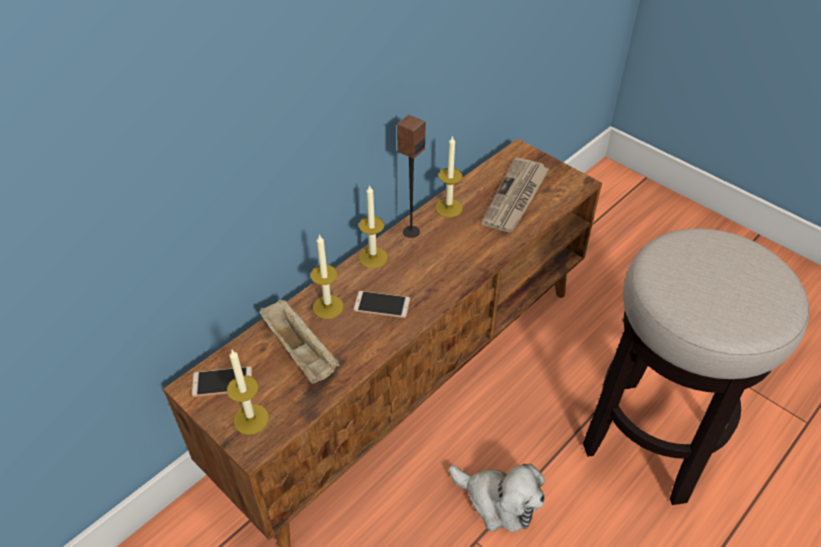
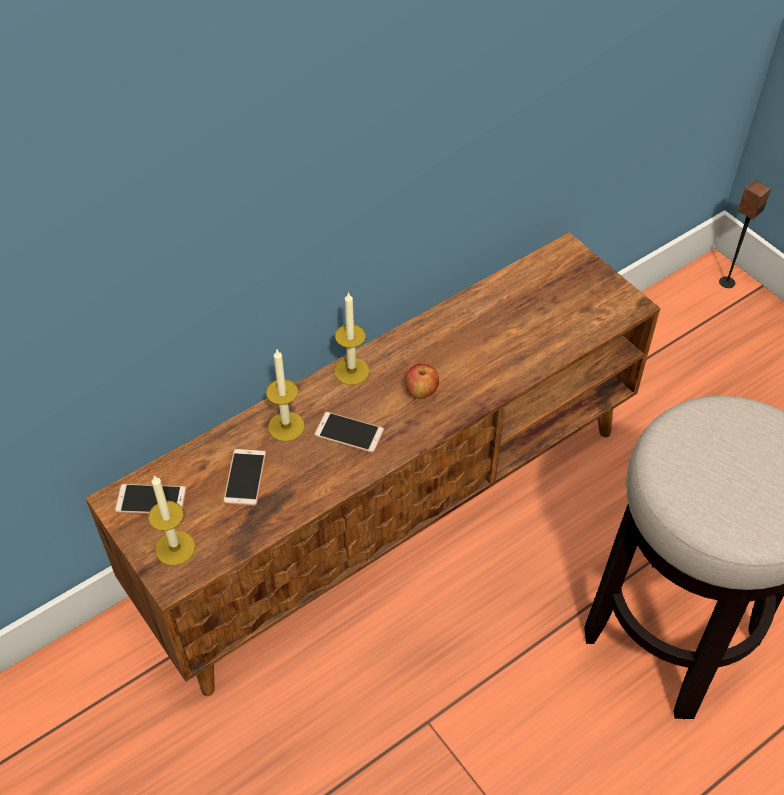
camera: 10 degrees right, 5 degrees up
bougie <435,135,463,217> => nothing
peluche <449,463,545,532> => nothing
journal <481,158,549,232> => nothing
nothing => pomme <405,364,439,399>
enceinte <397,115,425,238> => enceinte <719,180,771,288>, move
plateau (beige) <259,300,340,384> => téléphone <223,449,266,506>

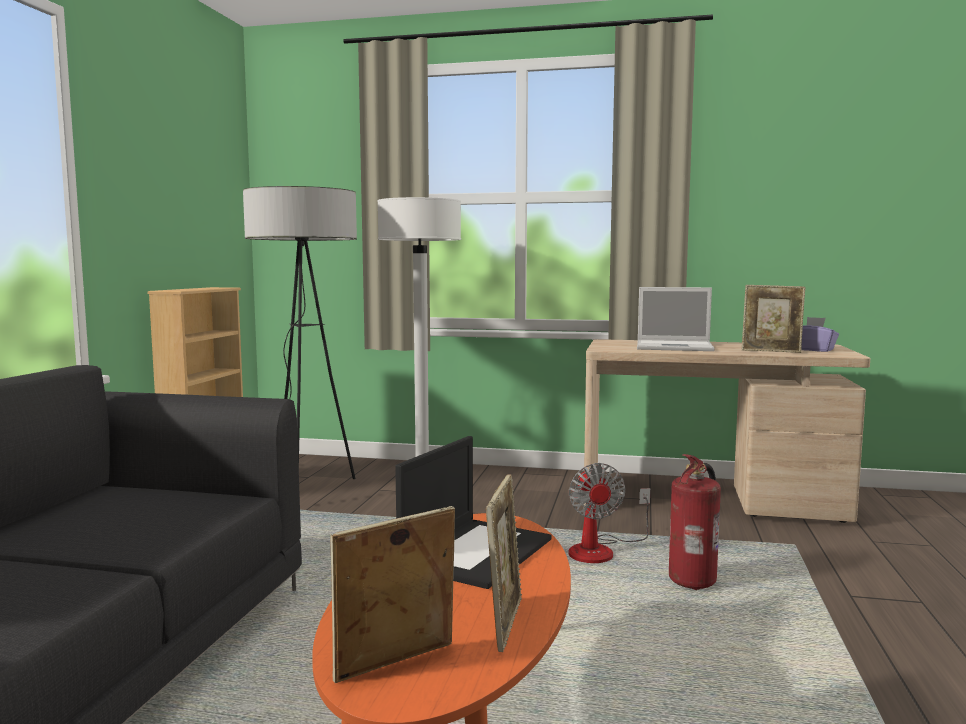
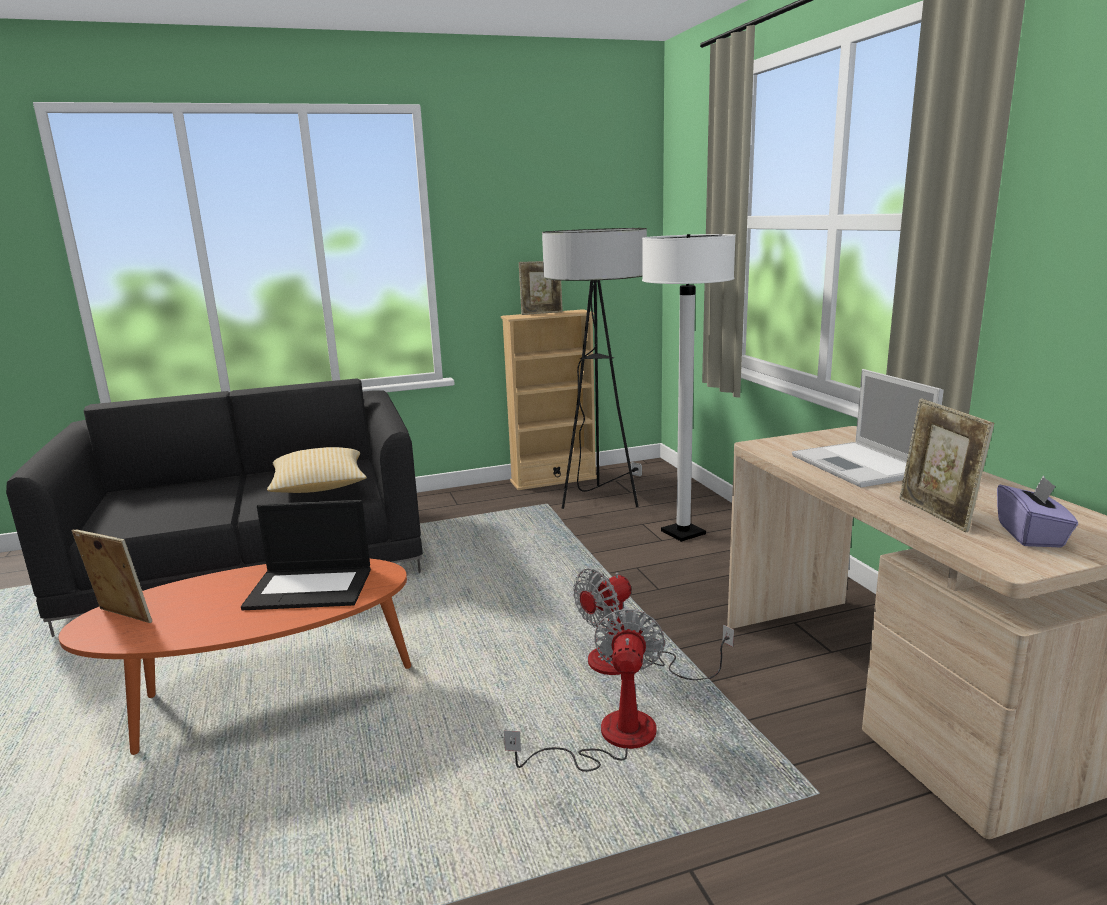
camera: 60 degrees right, 10 degrees up
nothing => coussin <267,447,366,493>
cadre photo <486,474,522,652> => cadre photo <519,261,563,315>, move
extincteur <669,454,721,590> => ventilateur <504,608,665,772>

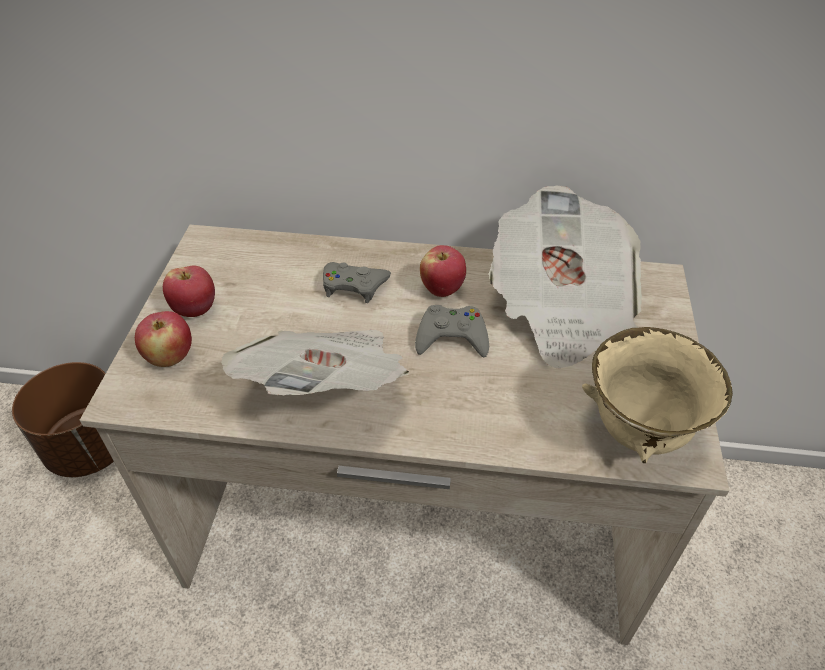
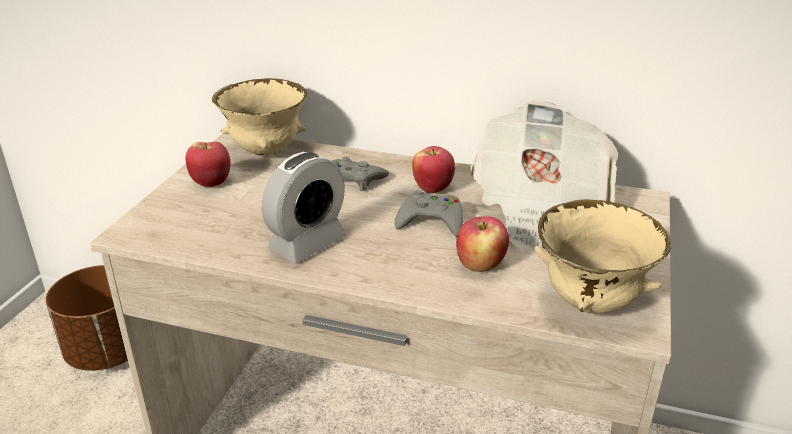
camera: 10 degrees right, 15 degrees down
nothing => bol (beige) <212,78,307,155>
pomme <135,311,192,367> => pomme <456,216,509,272>, move
journal <221,329,409,395> => réveil <262,152,346,263>

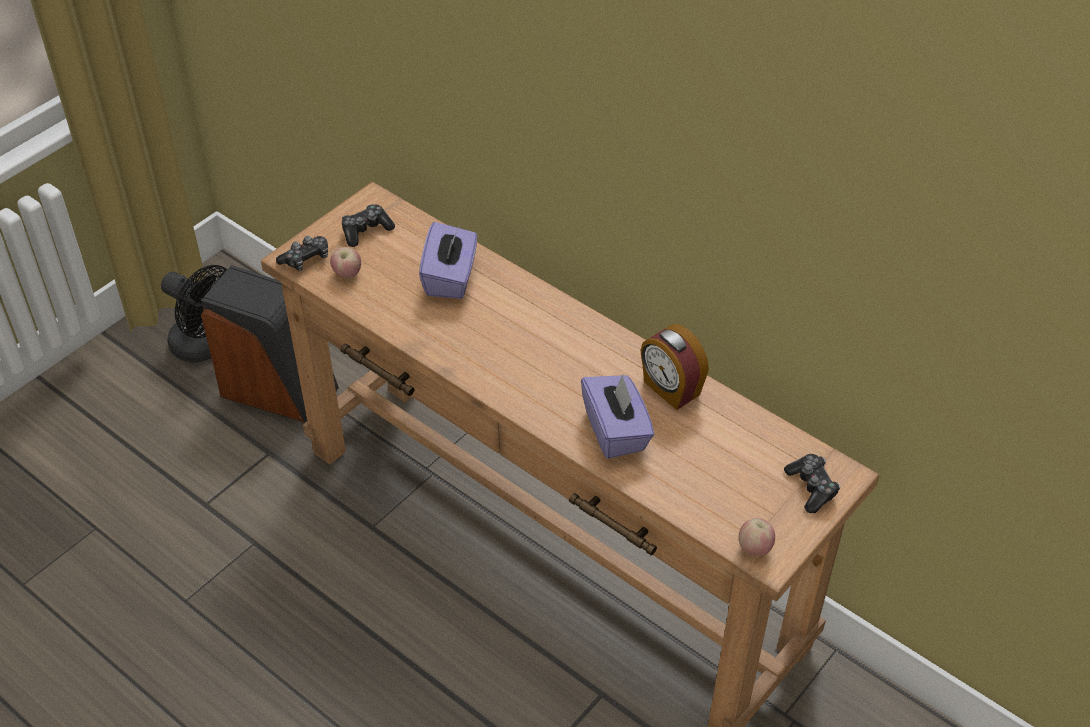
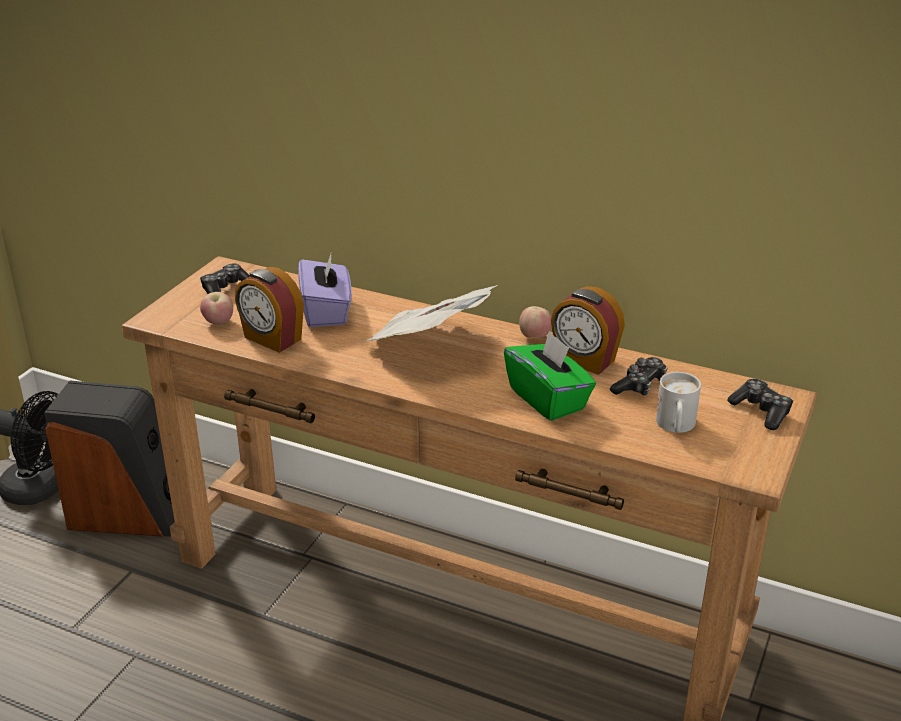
camera: 15 degrees left, 15 degrees down
nothing => réveil <235,267,304,353>
nothing => journal <364,285,498,342>
nothing => mug (blanc) <656,372,701,433>
manette <276,236,328,271> => manette <610,357,667,396>, move
pomme <738,518,775,556> => pomme <519,306,551,338>, move
boîte à mouchoirs (violet) <581,374,654,459> => boîte à mouchoirs (vert) <504,331,596,421>

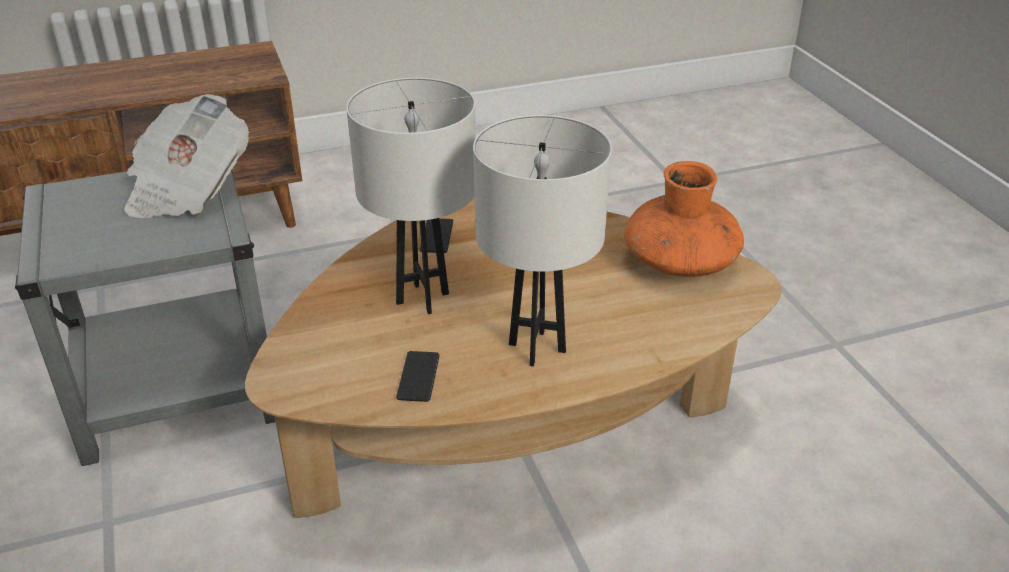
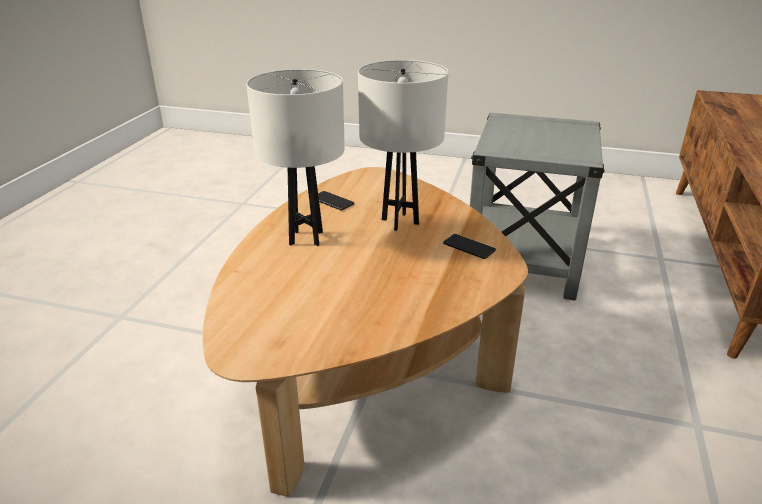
camera: 125 degrees right, 5 degrees down
journal <124,94,249,218> => nothing
vase (orange) <624,161,744,277> => nothing

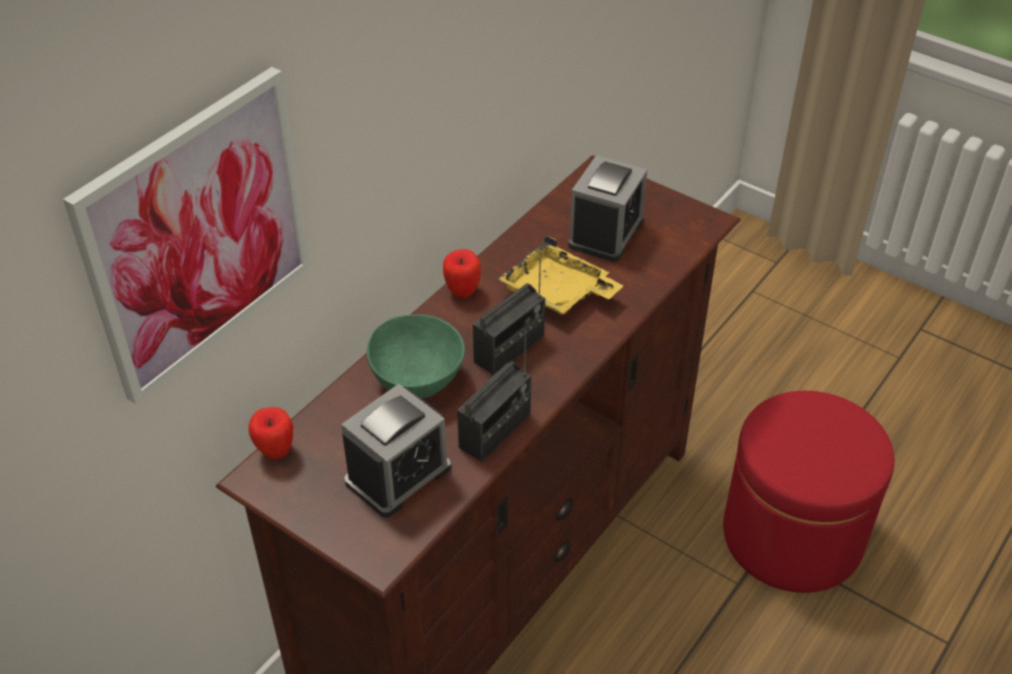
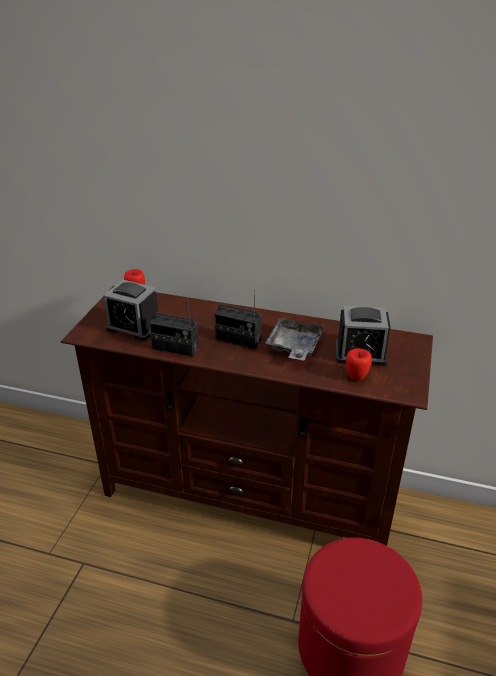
camera: 70 degrees right, 10 degrees down
tableau <63,67,311,404> => nothing
bol (vert) <367,314,465,399> => nothing
pomme <443,249,481,298> => pomme <346,348,372,381>, move
plateau (jaune) <499,235,623,315> => plateau (gris) <265,318,324,360>

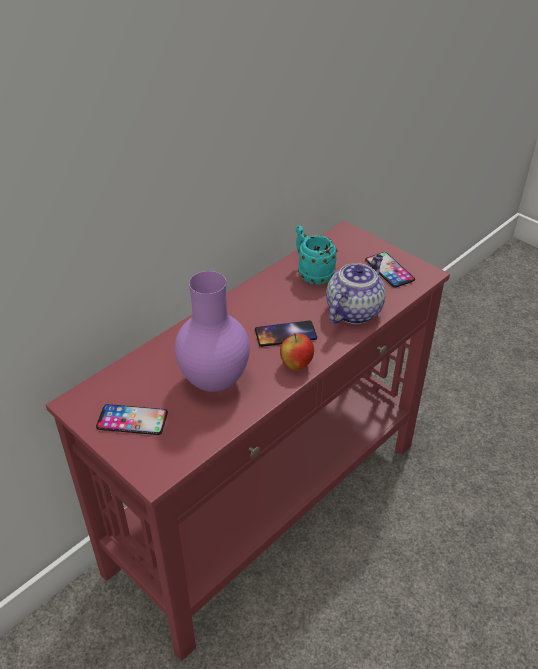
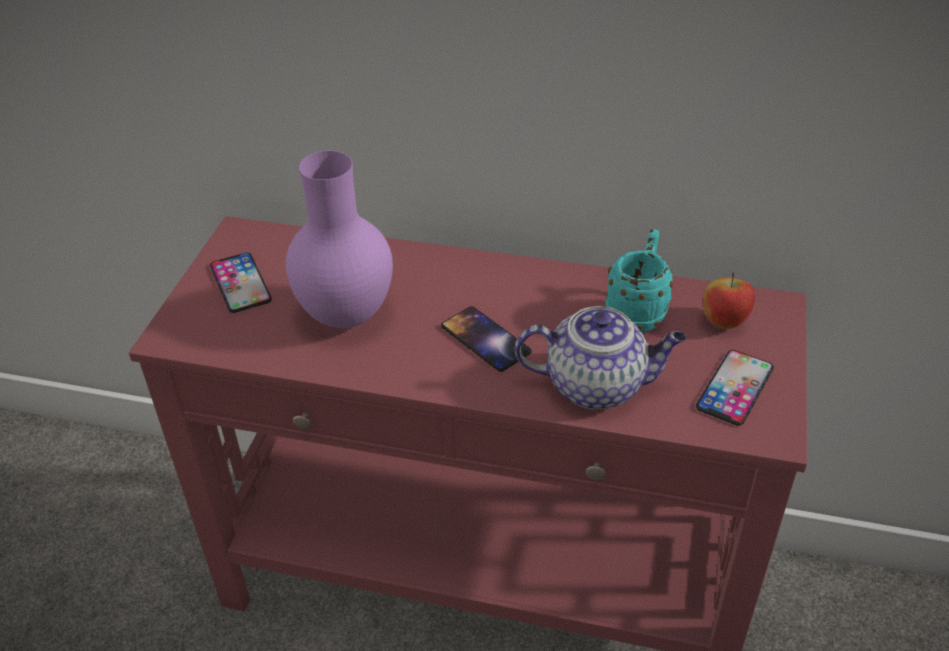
camera: 60 degrees right, 0 degrees up
pomme <280,333,314,370> => pomme <703,272,755,329>, move

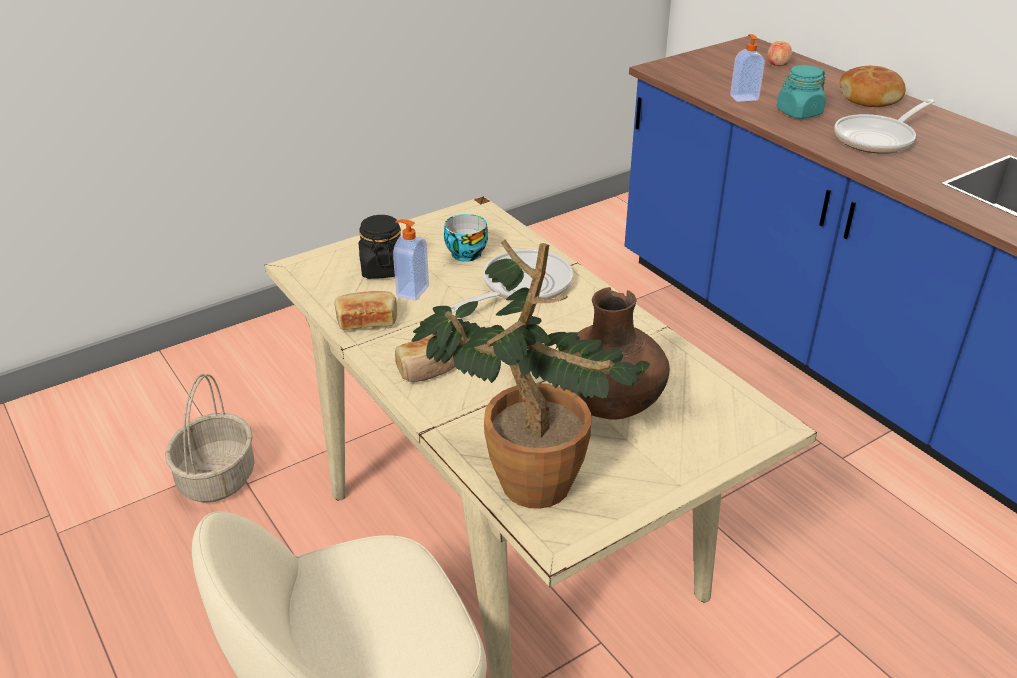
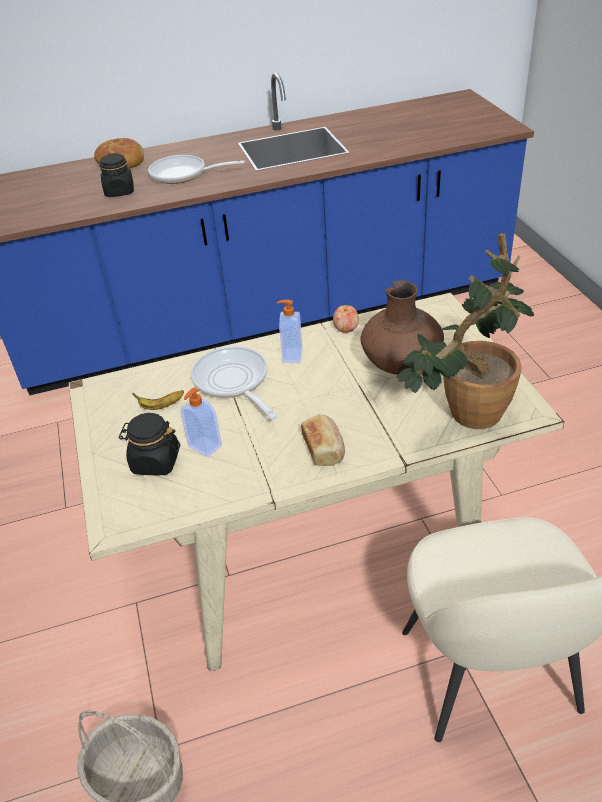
camera: 70 degrees left, 5 degrees up
pain <334,291,397,330> => nothing
distributeur de savon <730,34,765,102> => distributeur de savon <277,300,303,363>, move
pomme <767,41,792,66> => pomme <333,305,359,333>, move
tasse <444,214,488,262> => banane <132,390,184,410>
bocal (turquoise) <777,65,826,119> => bocal (noir) <100,153,134,197>
poêle <834,99,935,154> => poêle <148,155,245,184>, 120 degrees clockwise

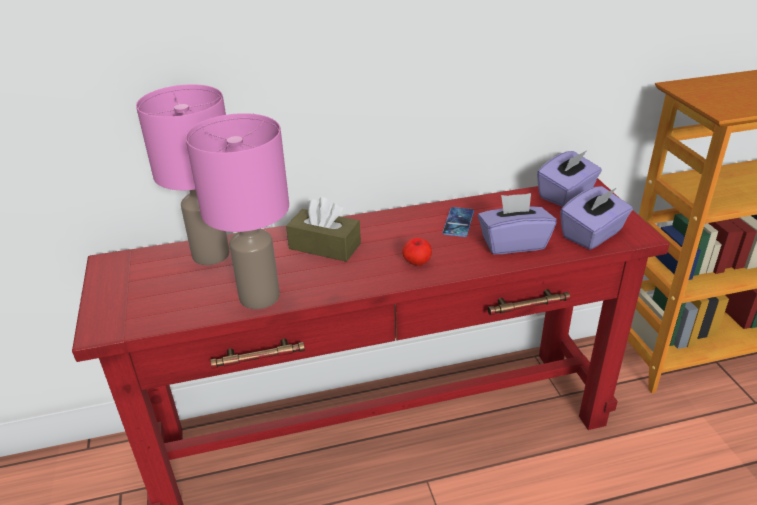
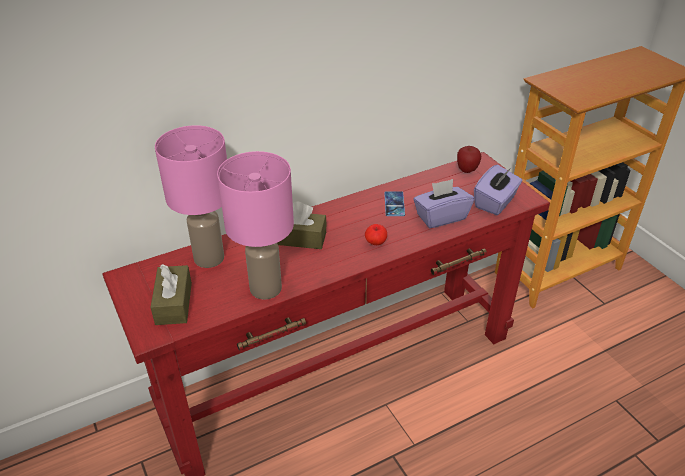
camera: 15 degrees left, 5 degrees up
nothing => boîte à mouchoirs (marron) <150,264,192,325>
boîte à mouchoirs (violet) <537,150,602,207> => pomme <457,146,481,173>

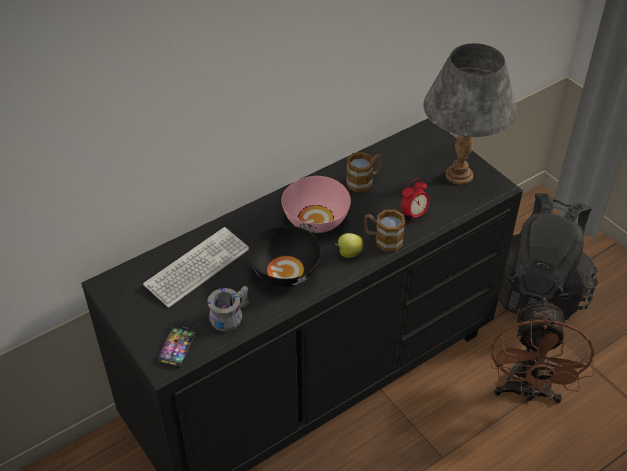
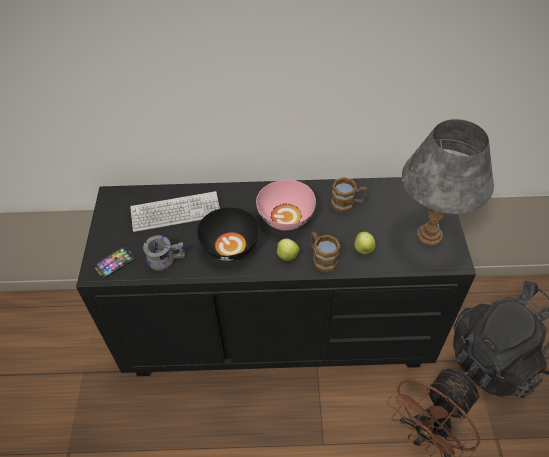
camera: 35 degrees right, 5 degrees up
réveil <401,179,430,223> => pomme <355,232,376,254>

